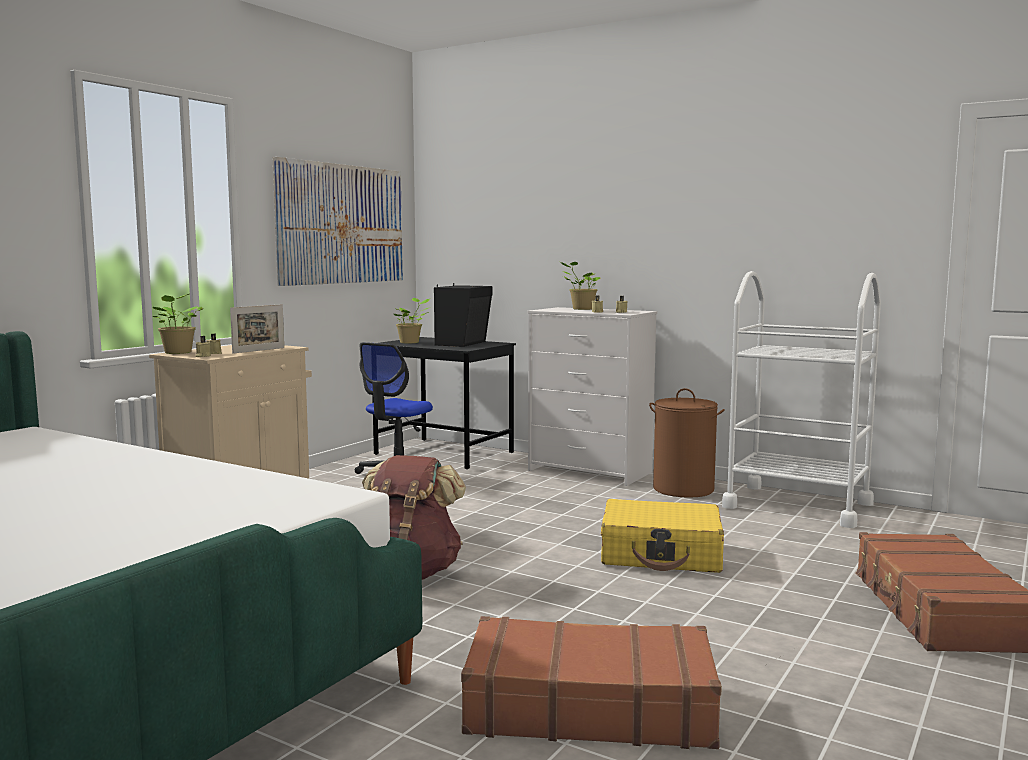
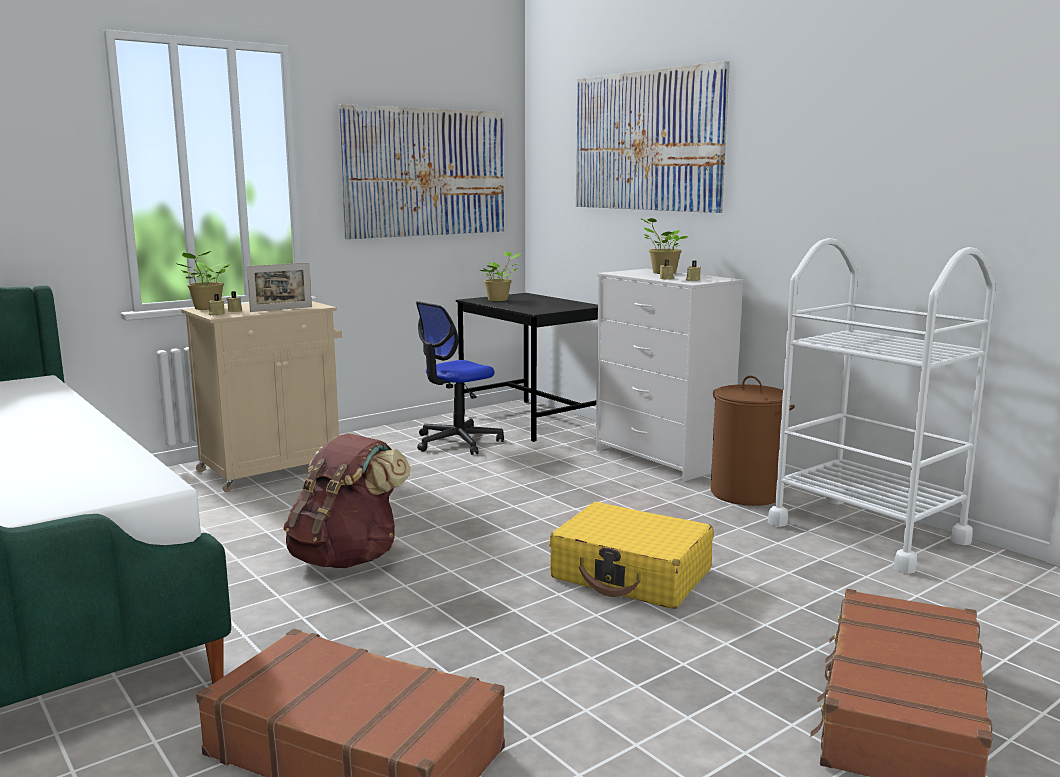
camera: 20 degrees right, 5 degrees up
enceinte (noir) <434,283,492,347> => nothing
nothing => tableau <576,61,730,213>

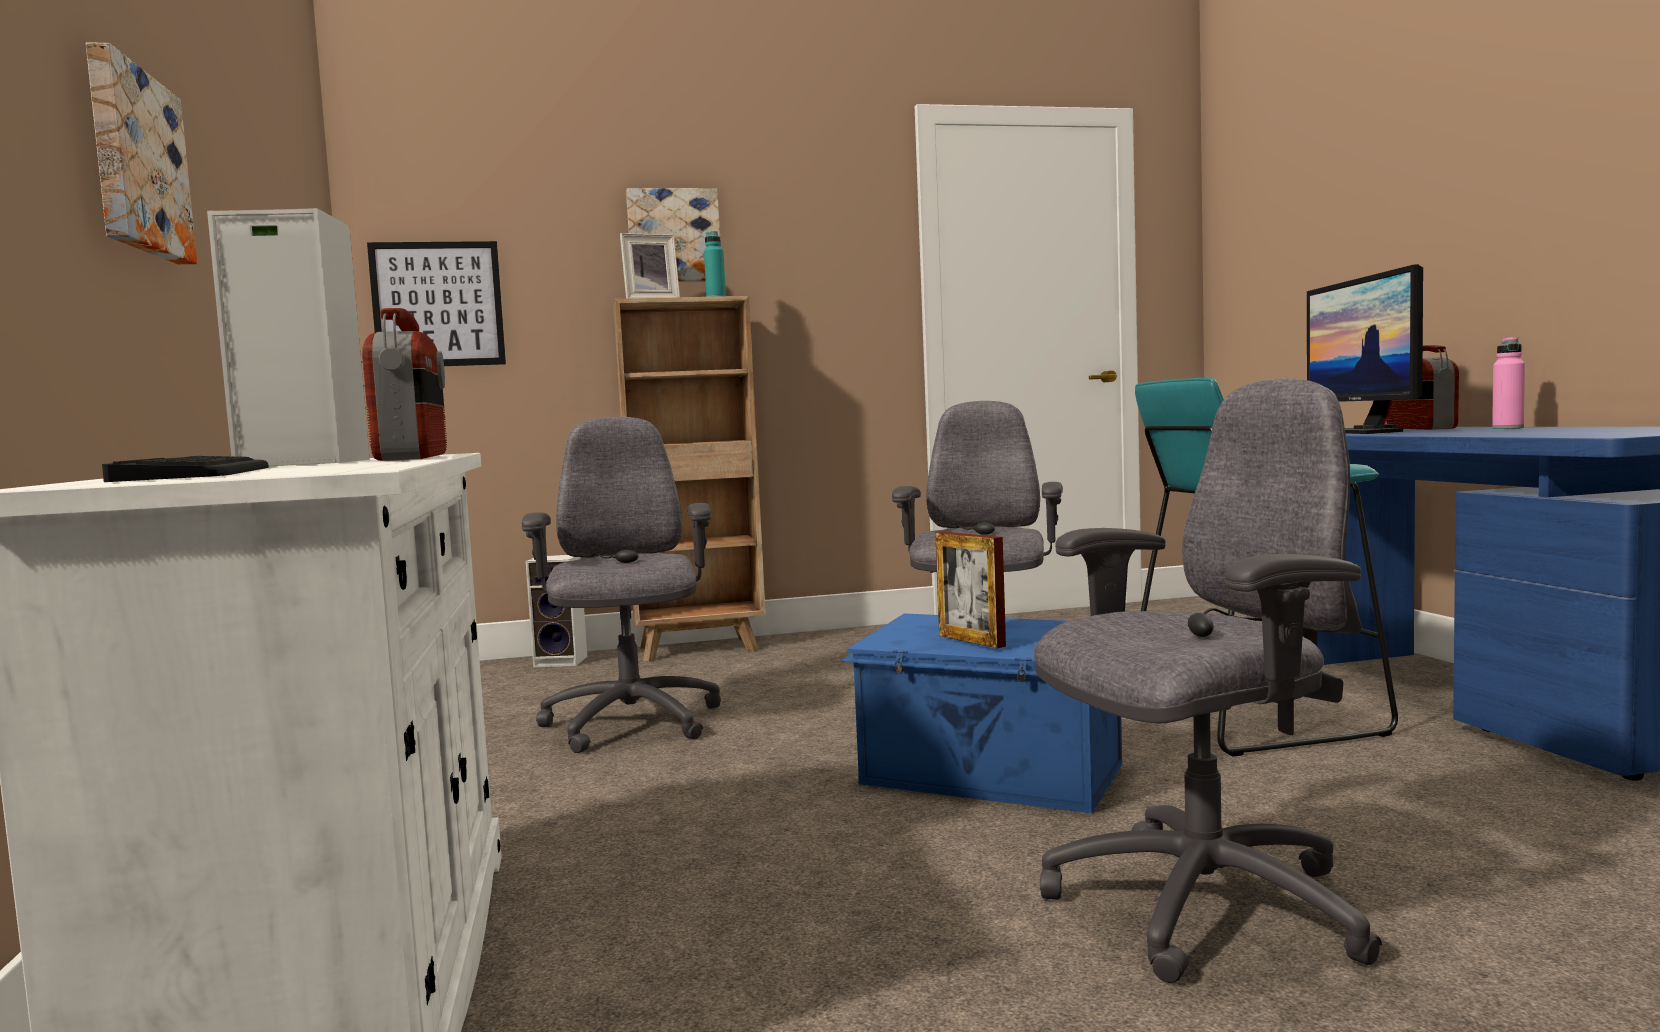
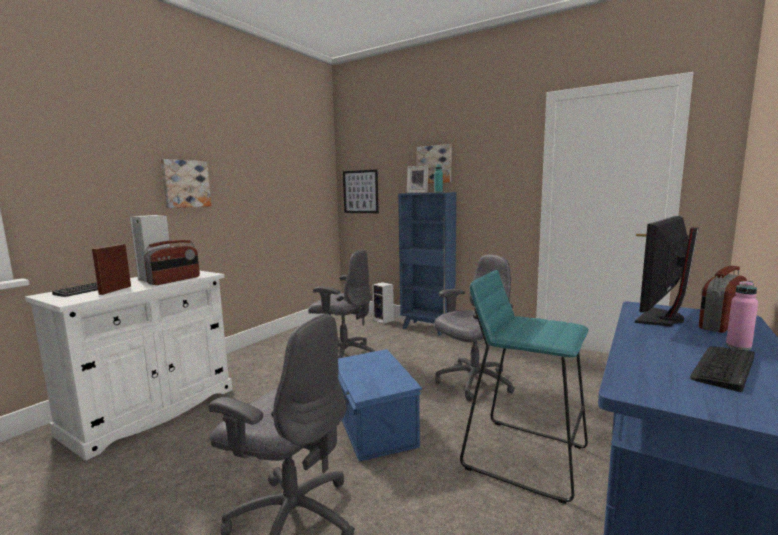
camera: 45 degrees right, 5 degrees up
nothing => clavier <690,346,755,392>
cadre photo <935,532,1006,649> => cadre photo <92,244,131,295>, move
bibliothèque (marron) <614,296,766,662> => bibliothèque (bleu) <398,192,456,336>
chaise de bureau (gris) <522,417,721,753> => chaise de bureau (gris) <308,249,375,359>, 75 degrees clockwise

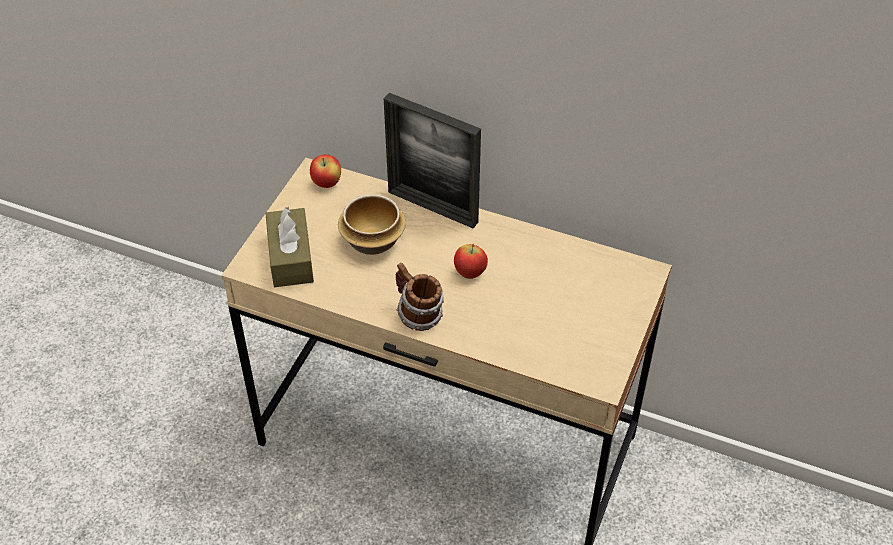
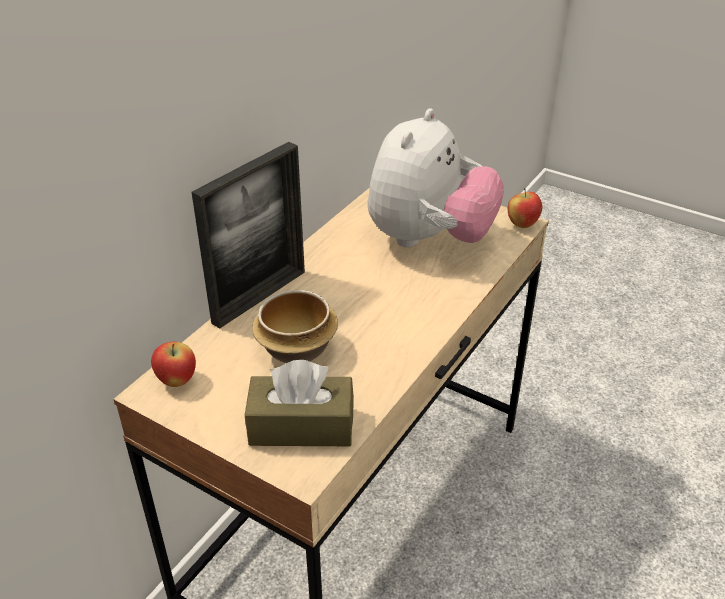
camera: 80 degrees left, 10 degrees down
mug <396,263,444,331> => nothing
nothing => peluche <368,108,504,248>
pomme <454,244,488,279> => pomme <508,188,542,228>, move

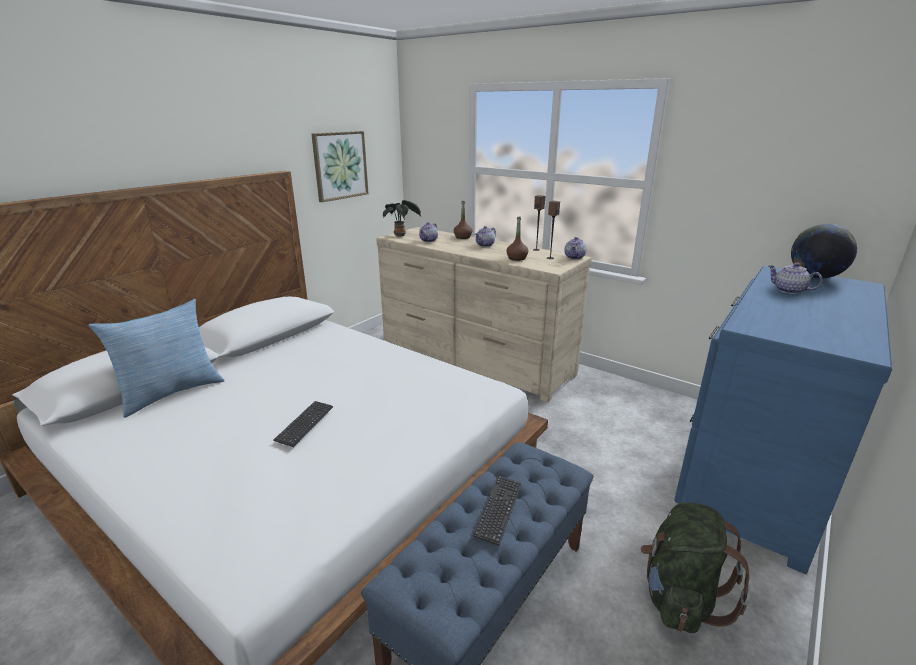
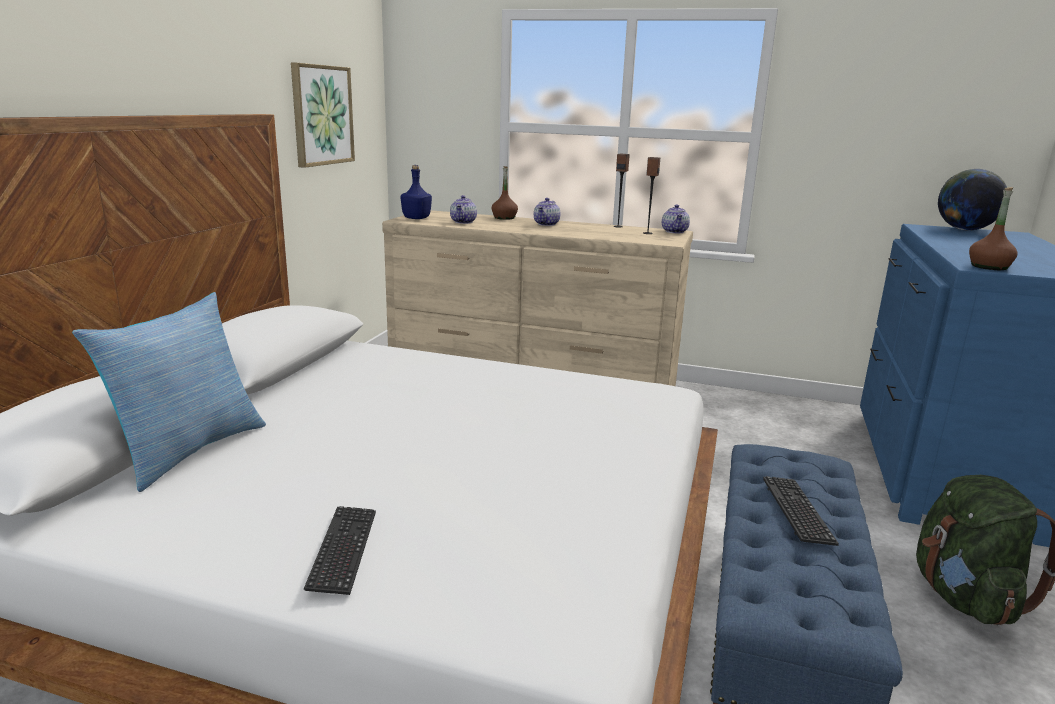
camera: 20 degrees left, 5 degrees down
théière <768,263,823,294> => nothing
clavier <274,401,333,447> => clavier <304,506,376,595>, move
bouteille (marron) <506,216,528,261> => bouteille (marron) <969,187,1018,270>, move
plante en pot <383,200,421,237> => bouteille (bleu) <401,165,432,219>

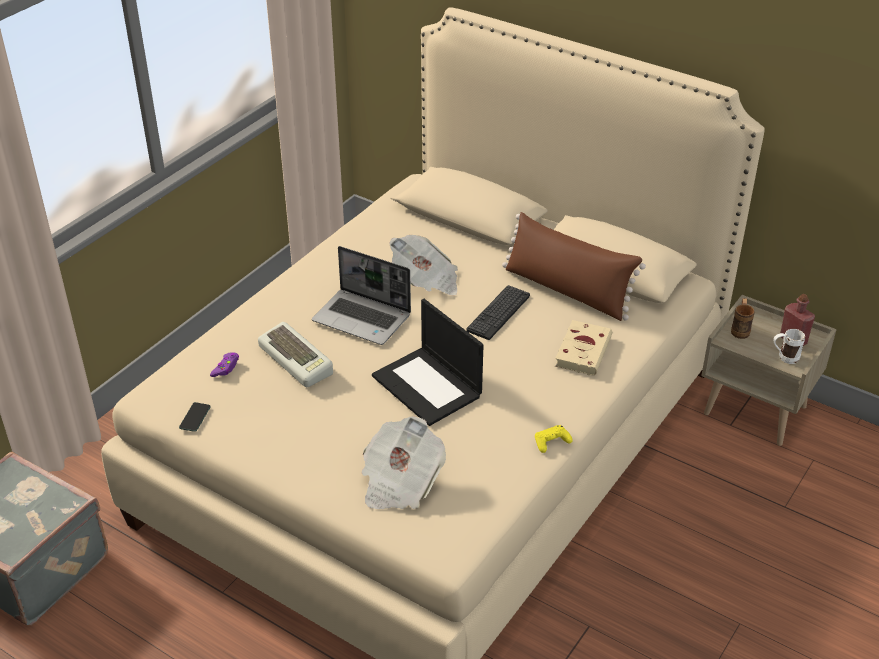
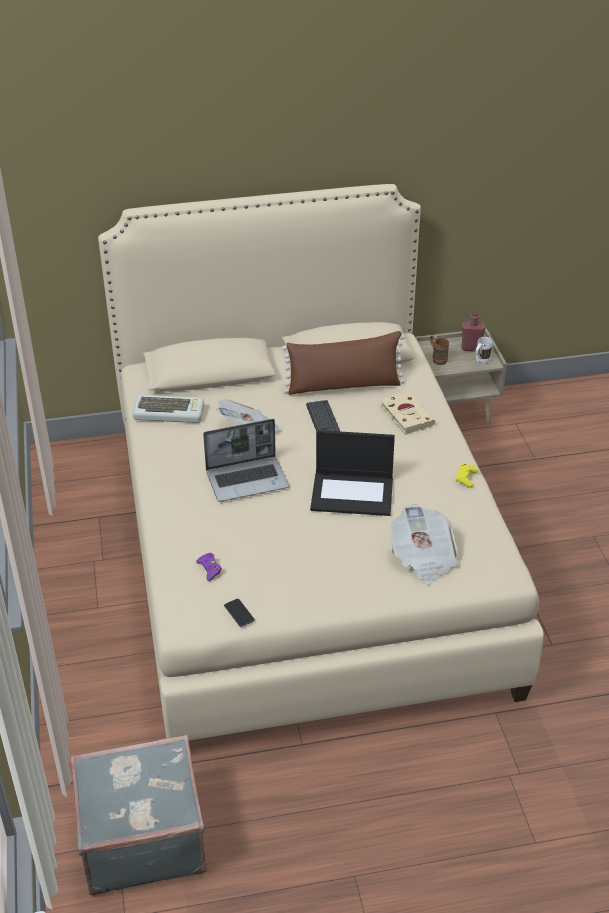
camera: 45 degrees left, 0 degrees up
clavier <258,322,333,387> => clavier <132,395,204,423>, move

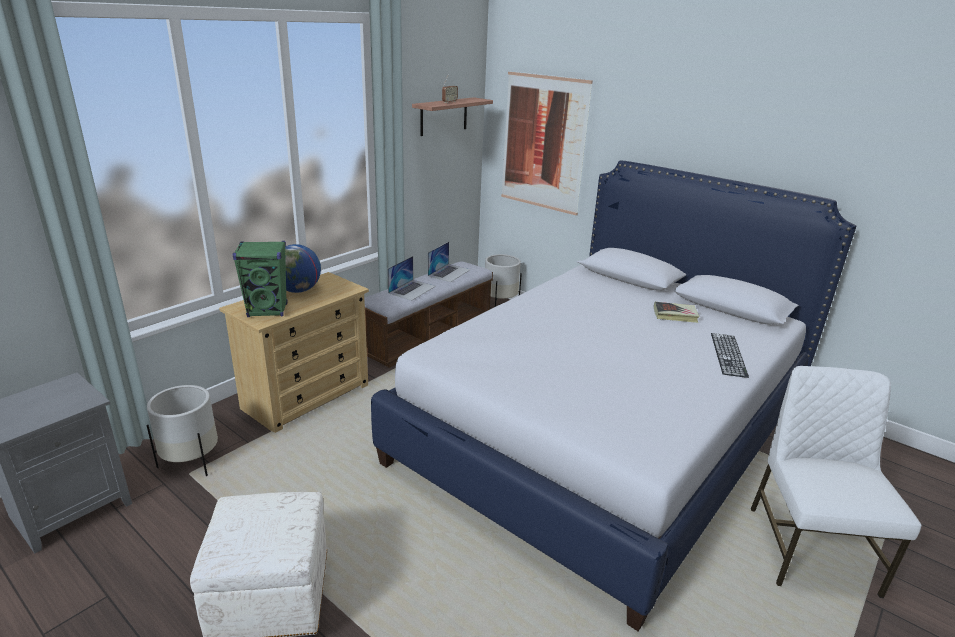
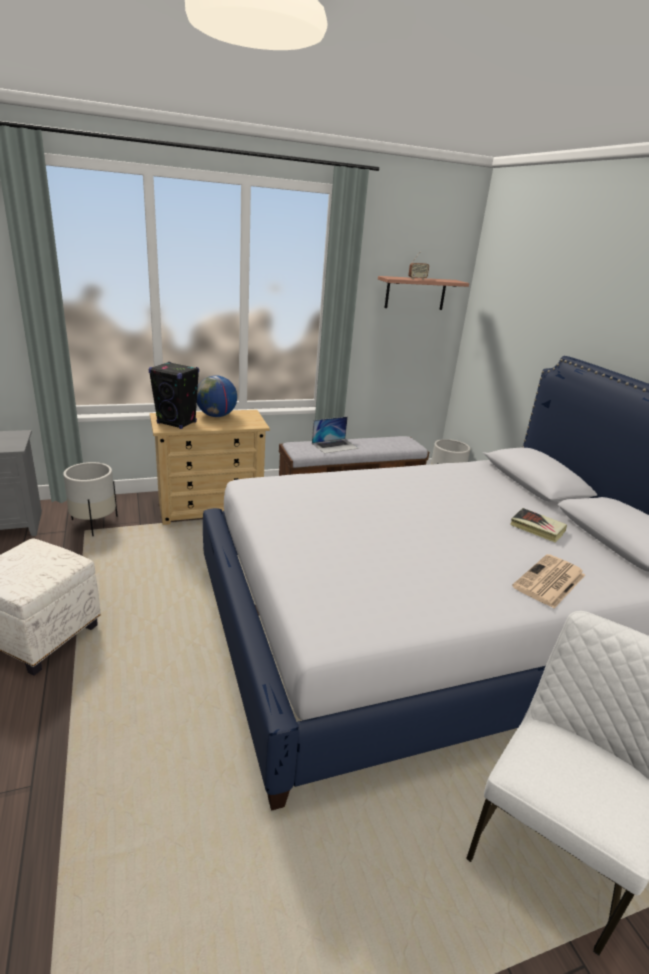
camera: 30 degrees right, 0 degrees up
ordinateur portable <428,242,471,282> => nothing
tableau <501,72,593,215> => nothing
clavier <711,333,749,378> => journal <512,554,585,608>
enceinte (vert) <232,241,287,317> => enceinte (noir) <149,362,199,429>

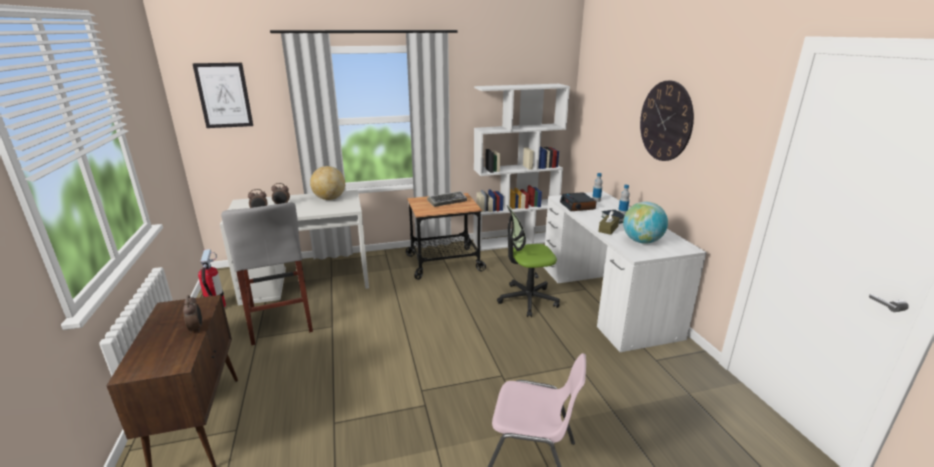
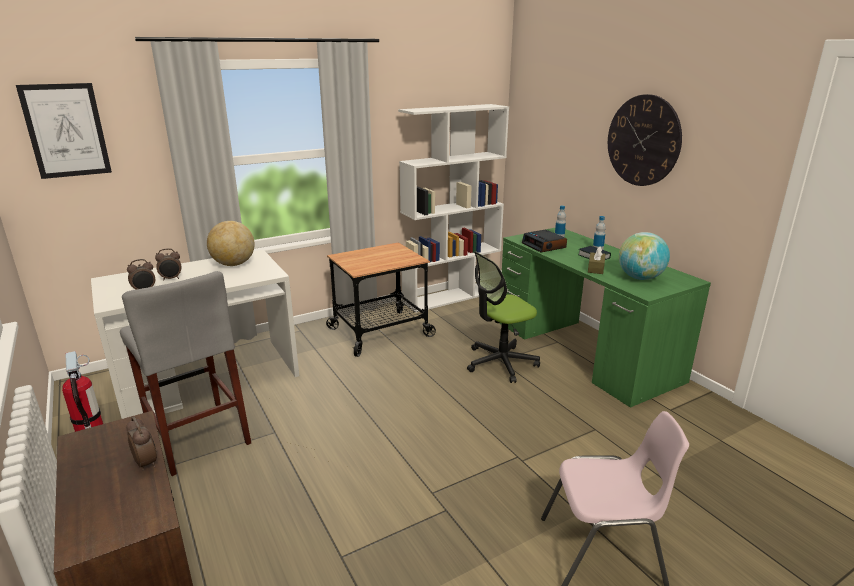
camera: 15 degrees left, 0 degrees up
clavier <427,191,467,207> => nothing
bureau (blanc) <543,191,707,352> => bureau (vert) <499,228,711,408>

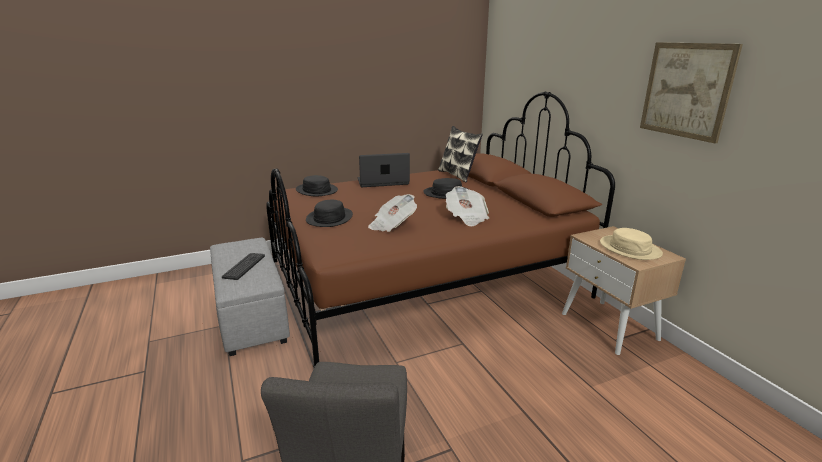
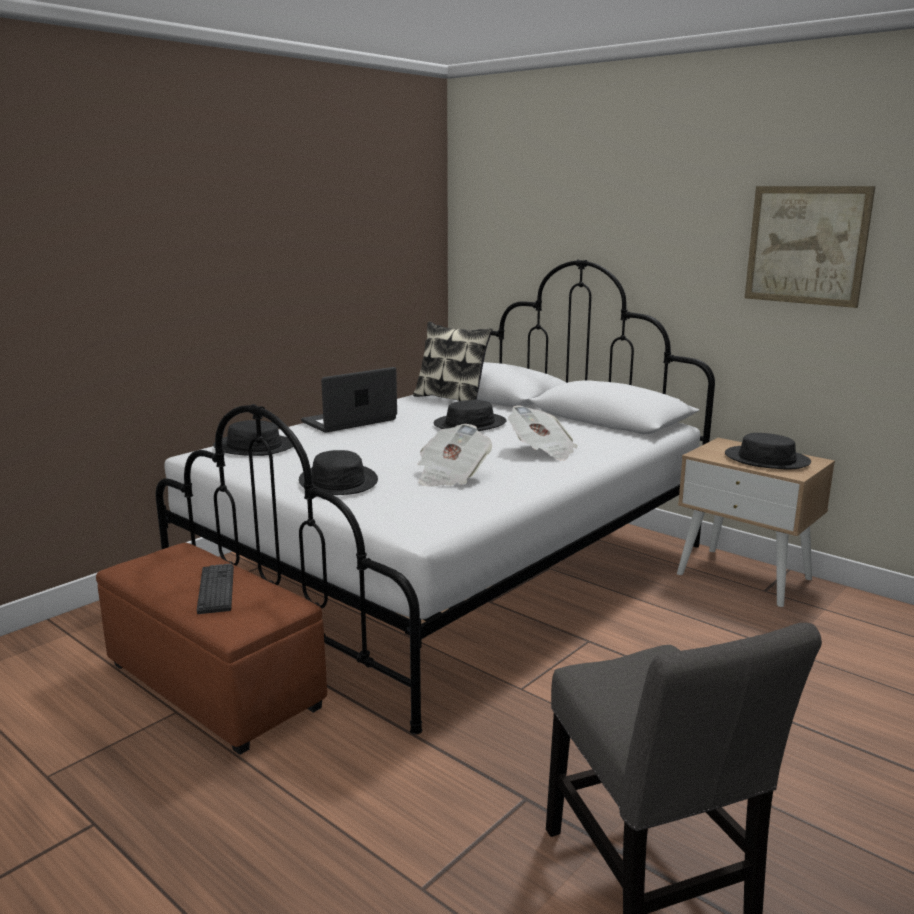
camera: 25 degrees left, 5 degrees down
pouf (gris) <210,238,290,356> => pouf (marron) <96,543,327,755>
lit (marron) <266,91,615,367> => lit (blanc) <156,259,715,735>
chapeau (beige) <600,228,663,260> => chapeau (noir) <725,433,811,470>

